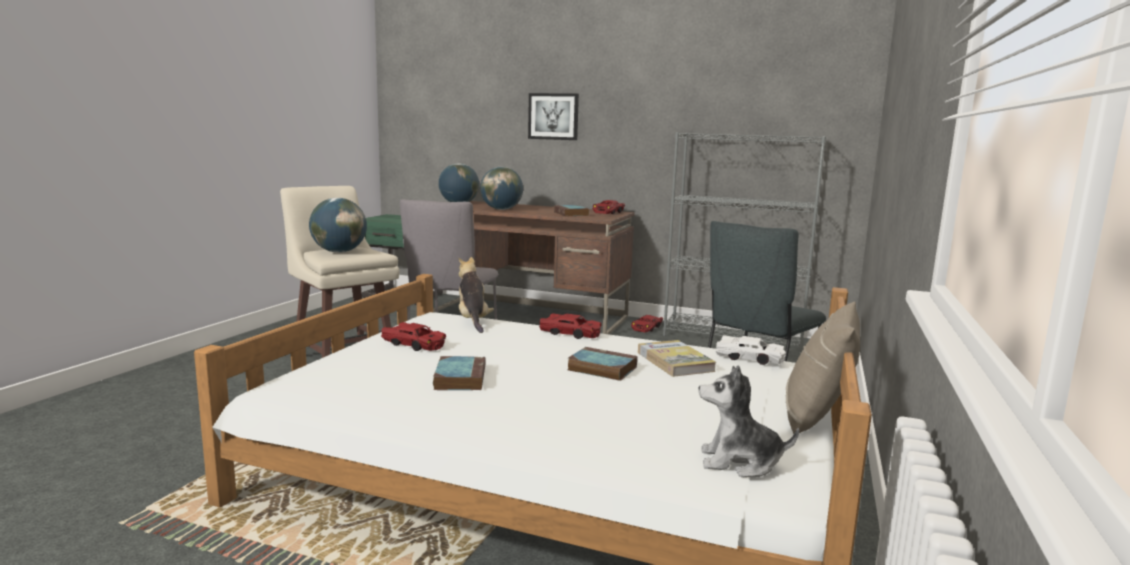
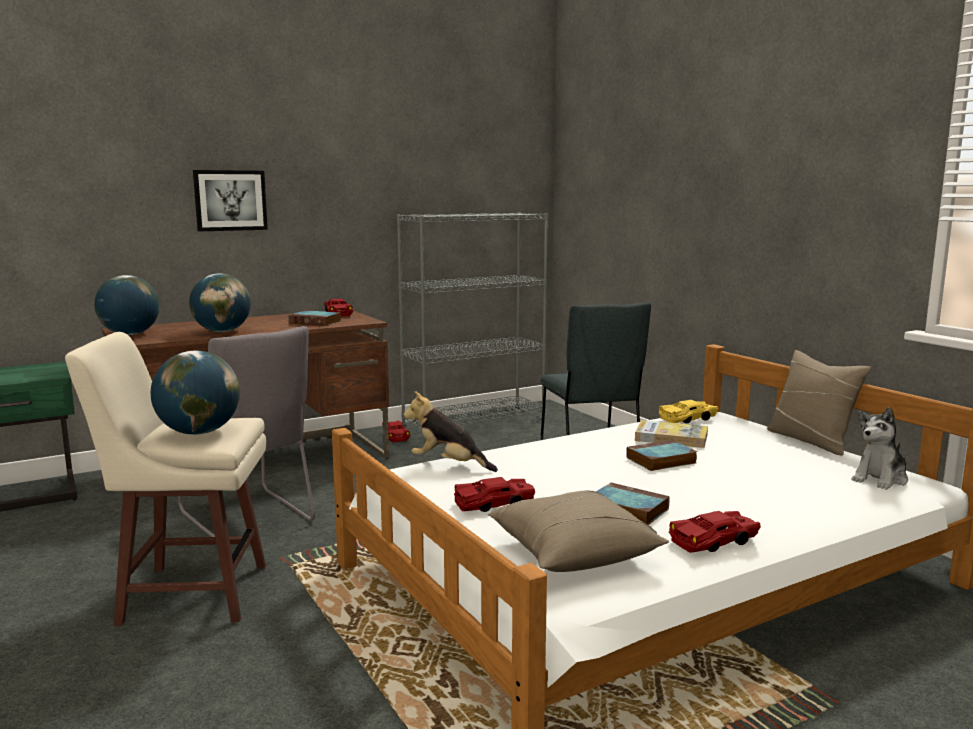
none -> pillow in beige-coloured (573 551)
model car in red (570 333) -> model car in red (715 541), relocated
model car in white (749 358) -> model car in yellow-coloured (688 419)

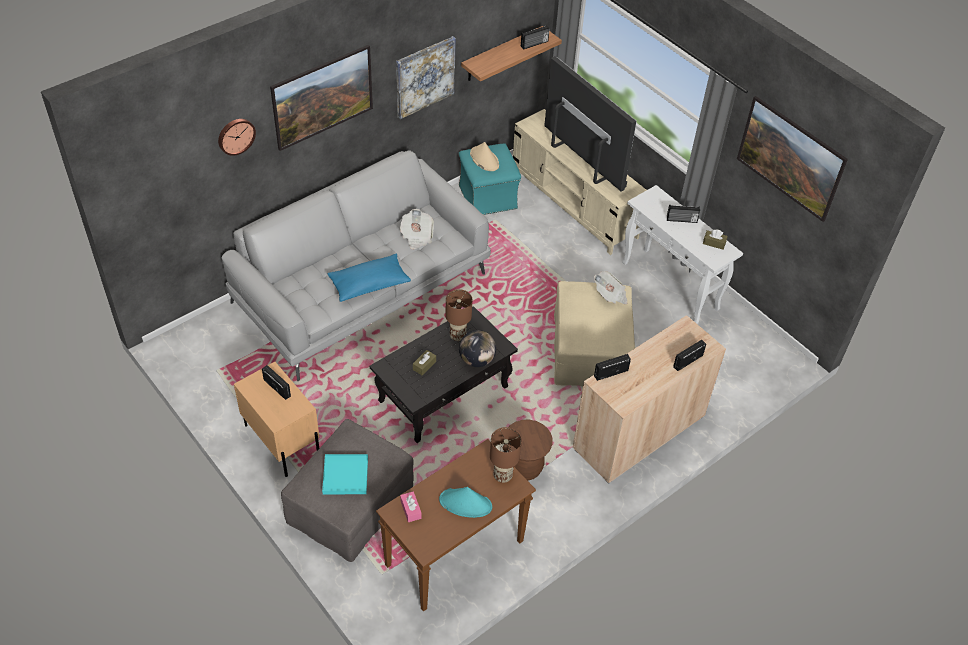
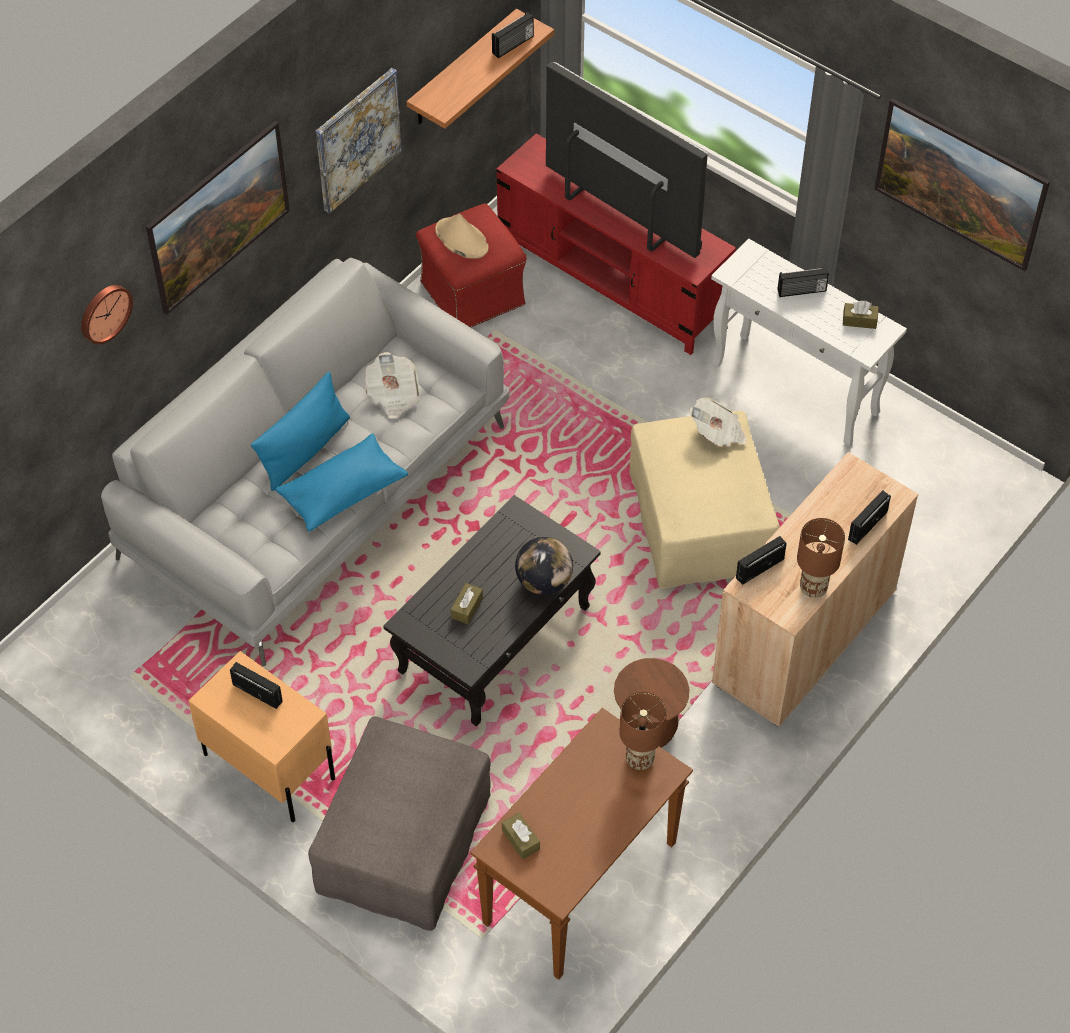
carrying tray in turquoise (345 475) -> none
hat in turquoise (466 503) -> none
none -> pillow in blue-coloured (305 450)
tabletop lamp in brown (457 336) -> tabletop lamp in brown (813 589), relocated
box of tissues in pinkish (410 509) -> box of tissues in brown (520 839)
ottoman in turquoise (487 196) -> ottoman in red (472 293)
media console in beige-coloured (573 204) -> media console in red (612 278)

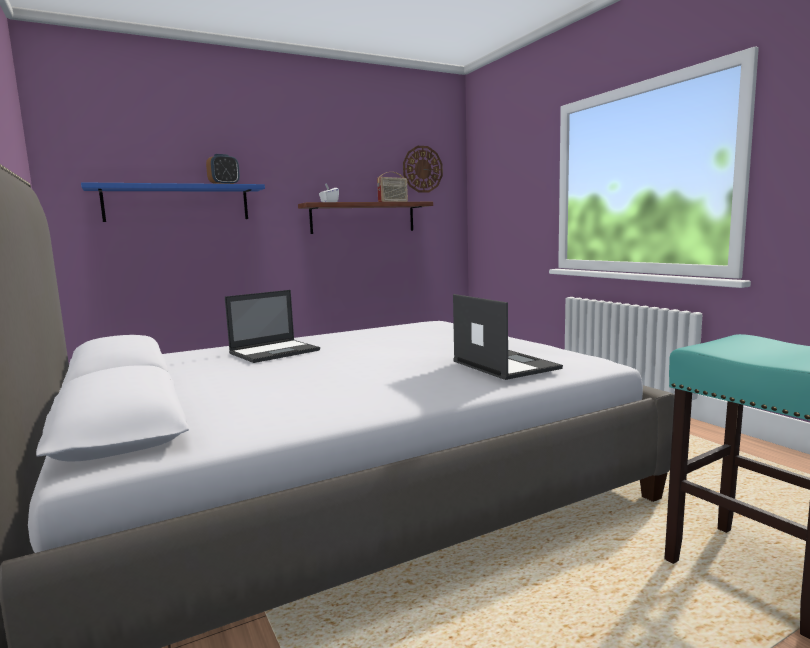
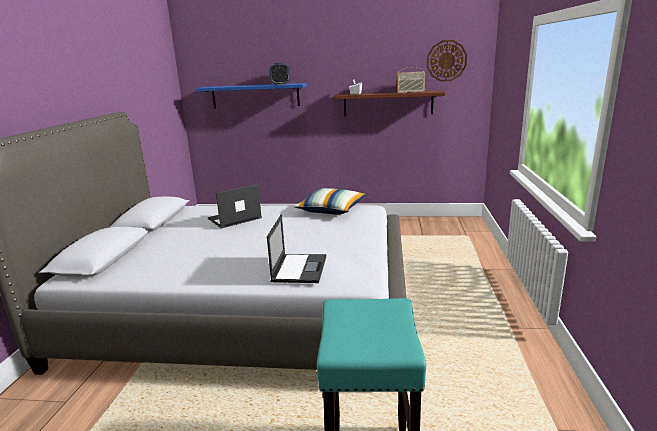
none -> pillow (331 210)
laptop (275 351) -> laptop (234 218), 150 degrees clockwise

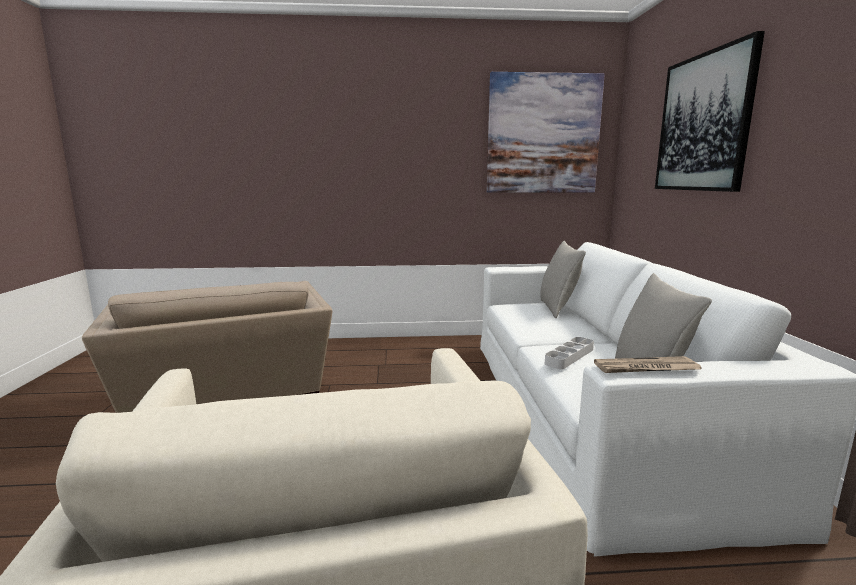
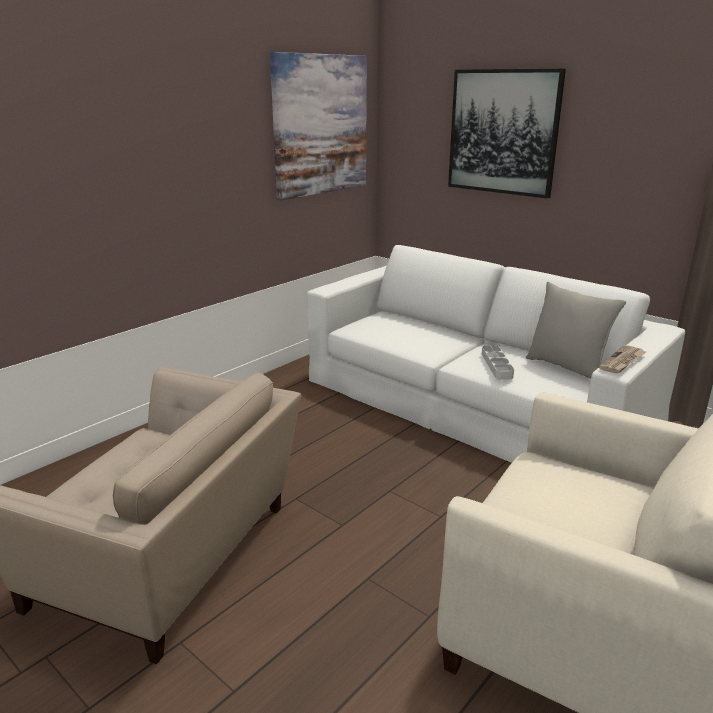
pillow in greyish (558 309) -> none

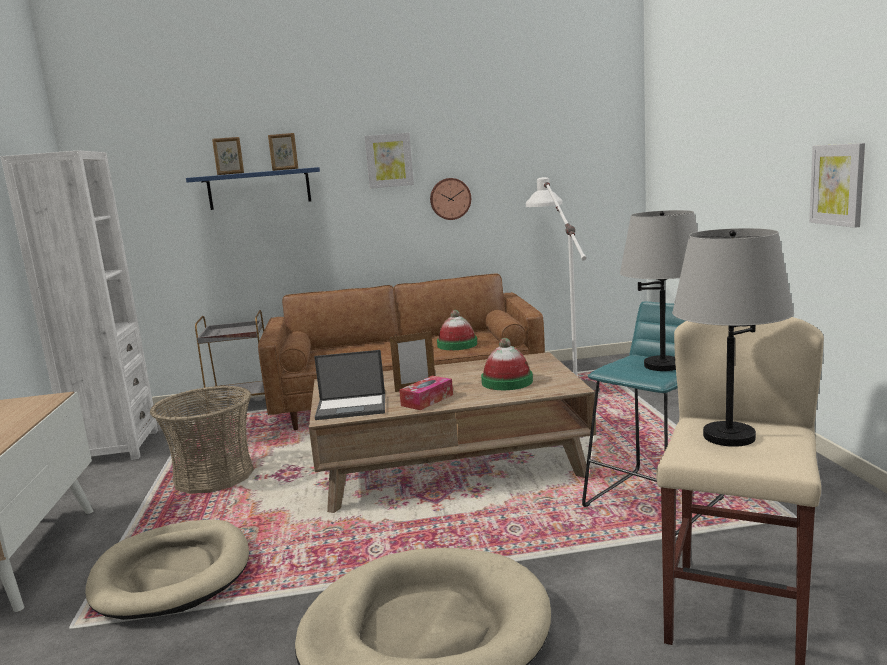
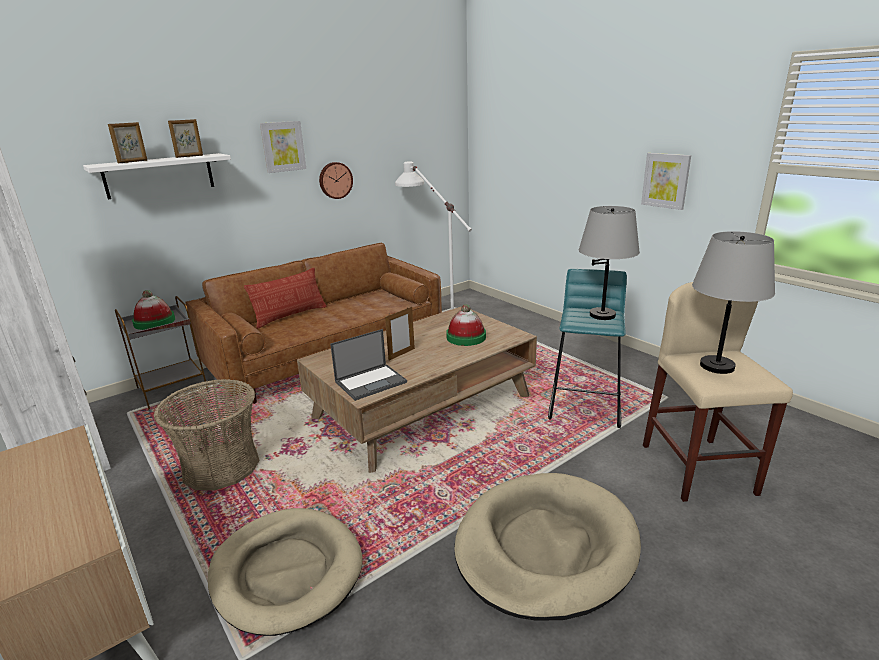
box of tissues (427 400) -> none
none -> pillow (290 316)
hat (457 344) -> hat (154 322), relocated
shelf in blue-coloured (259 189) -> shelf in white (159 175)

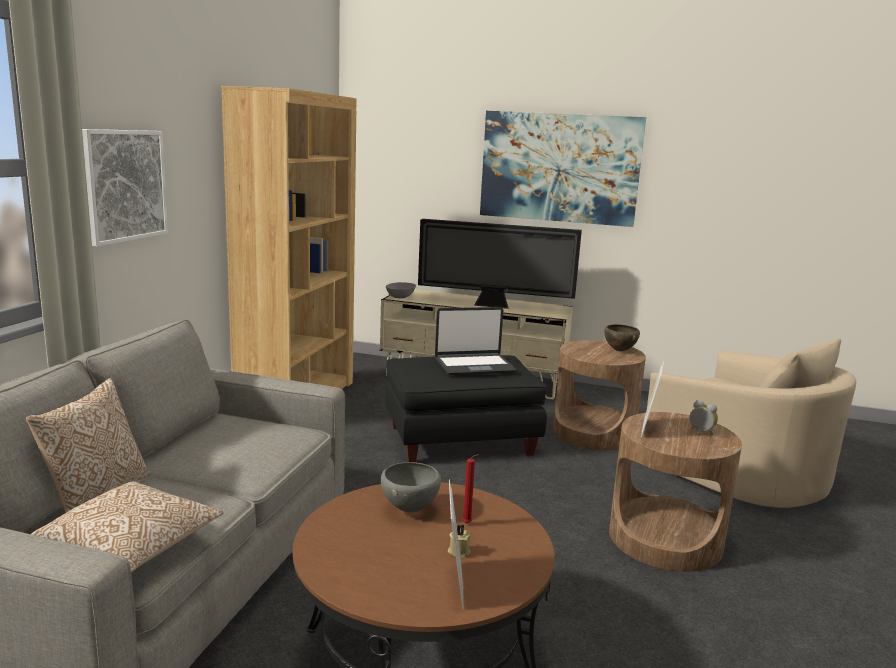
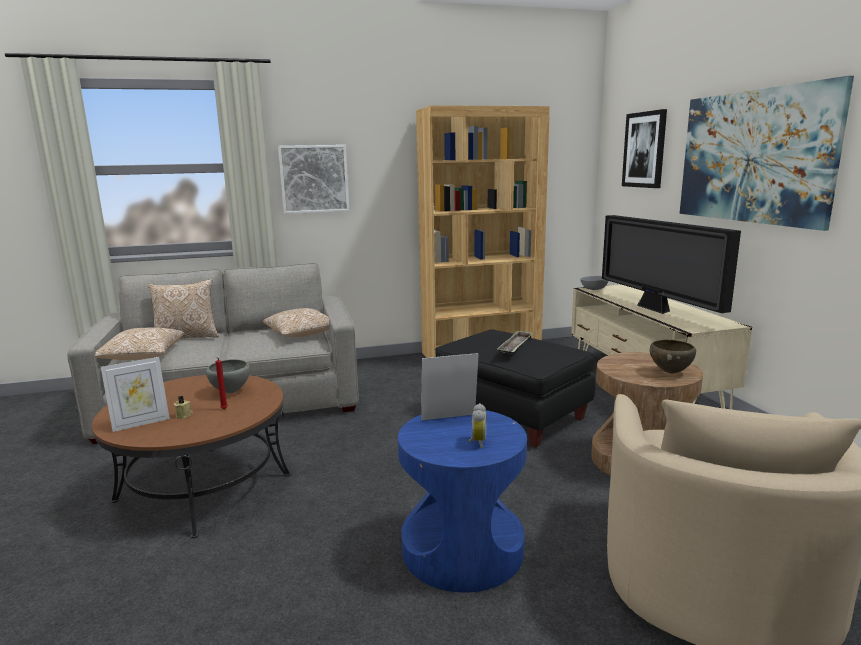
none -> pillow (302 334)
none -> wall art (644 150)
laptop (474 365) -> carrying tray (515 346)
end table in brown (664 539) -> end table in blue-coloured (462 549)

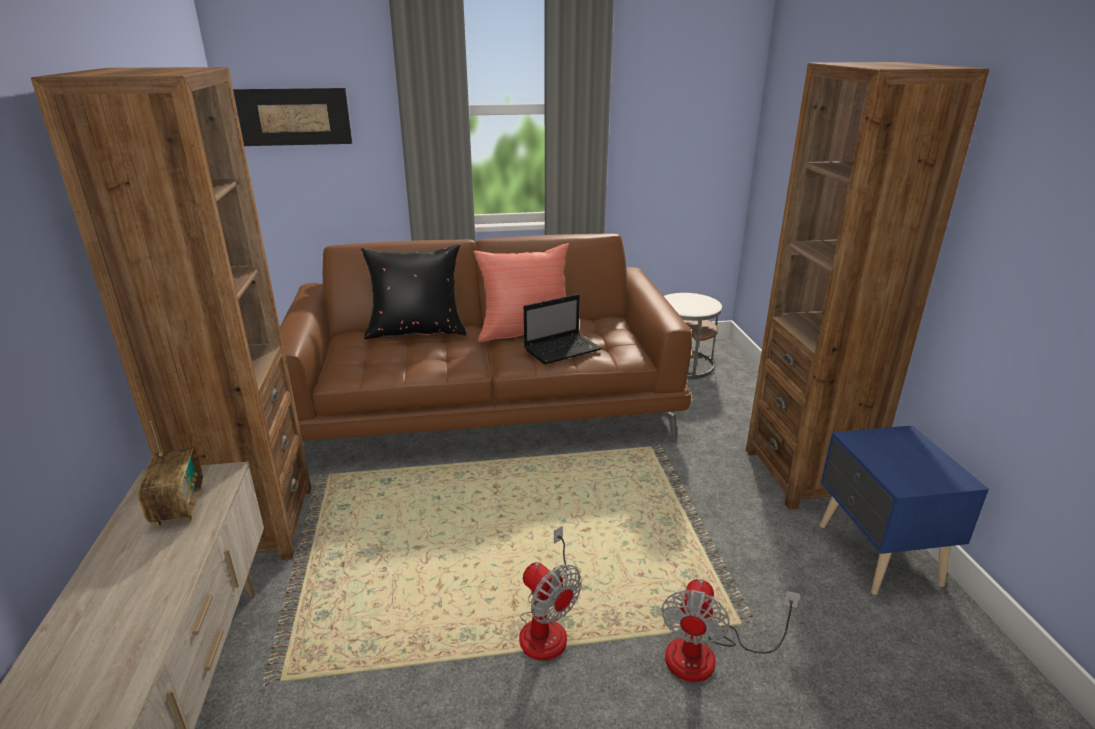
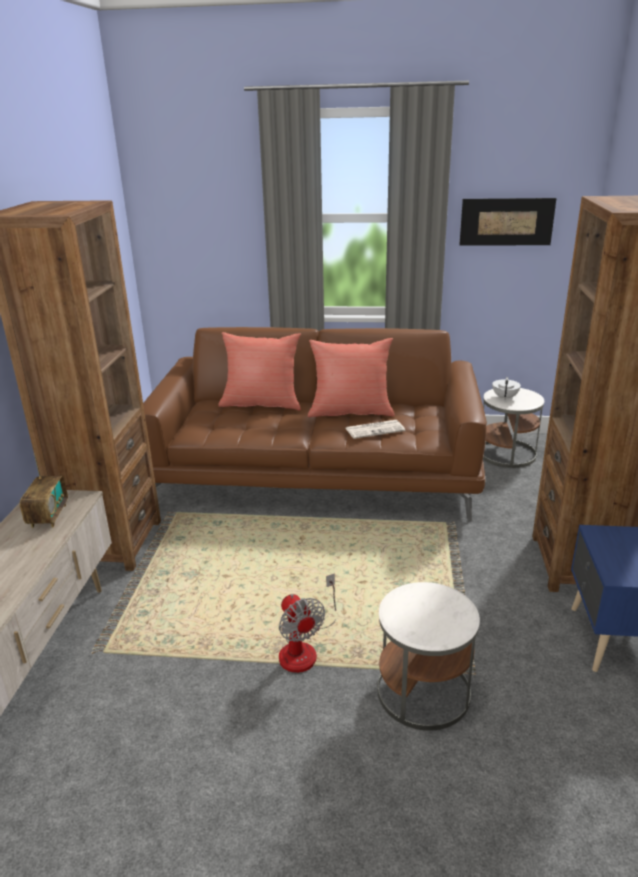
none -> tea pot in white (505 397)
wall art (294 117) -> wall art (506 222), relocated
laptop (563 349) -> newspaper (375 429)
electric fan (707 655) -> end table in white (424 692)
pillow in blackish (416 331) -> pillow in red (261 403)

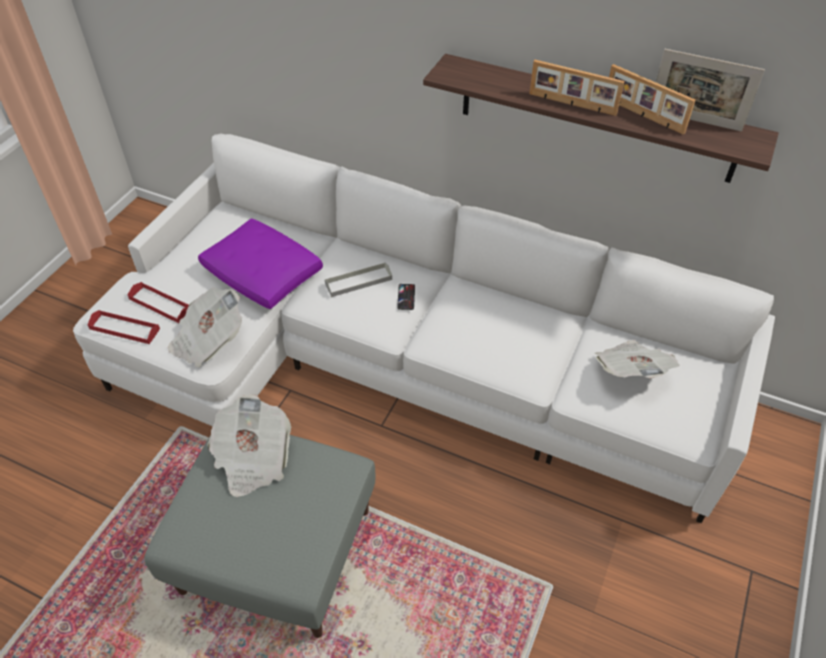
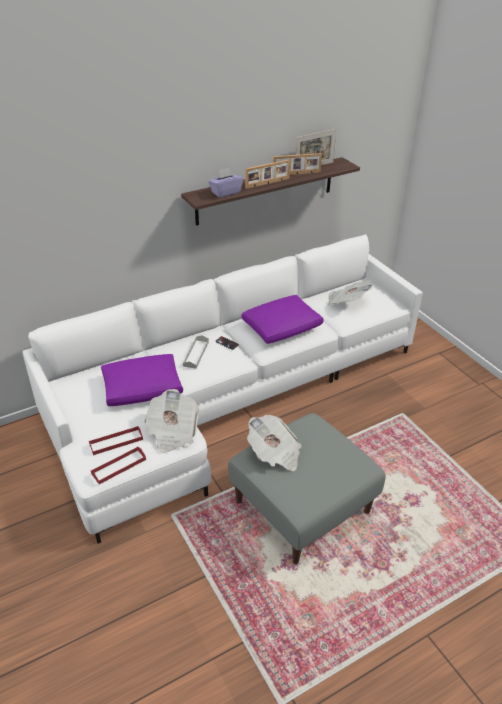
none -> box of tissues in purplish (225 192)
none -> pillow in purplish (282 327)

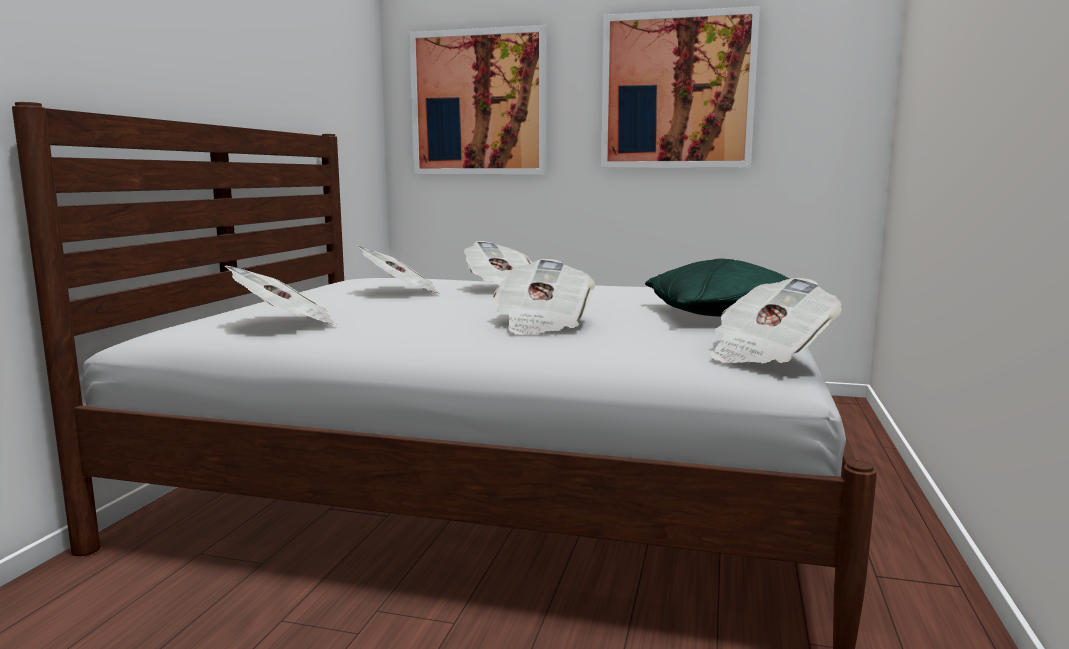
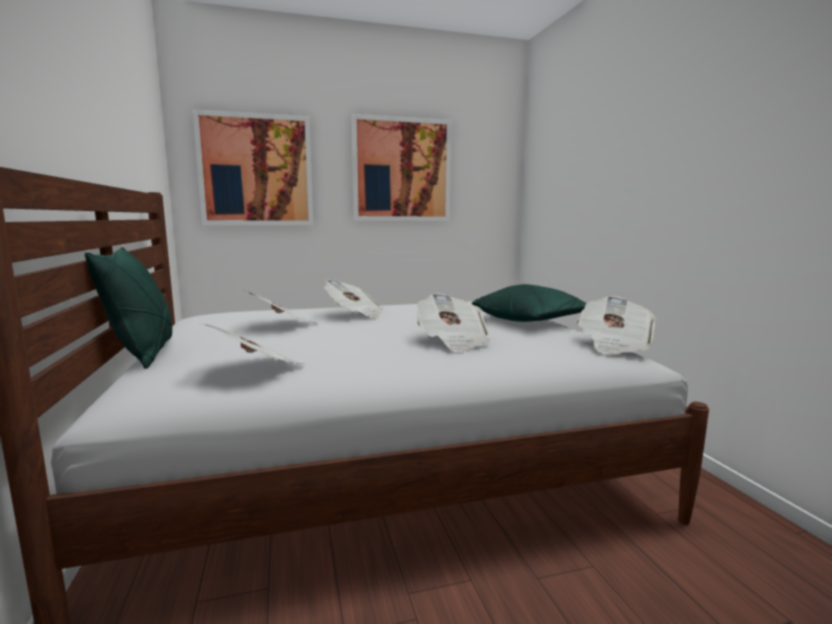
none -> pillow in greenish (144 353)

